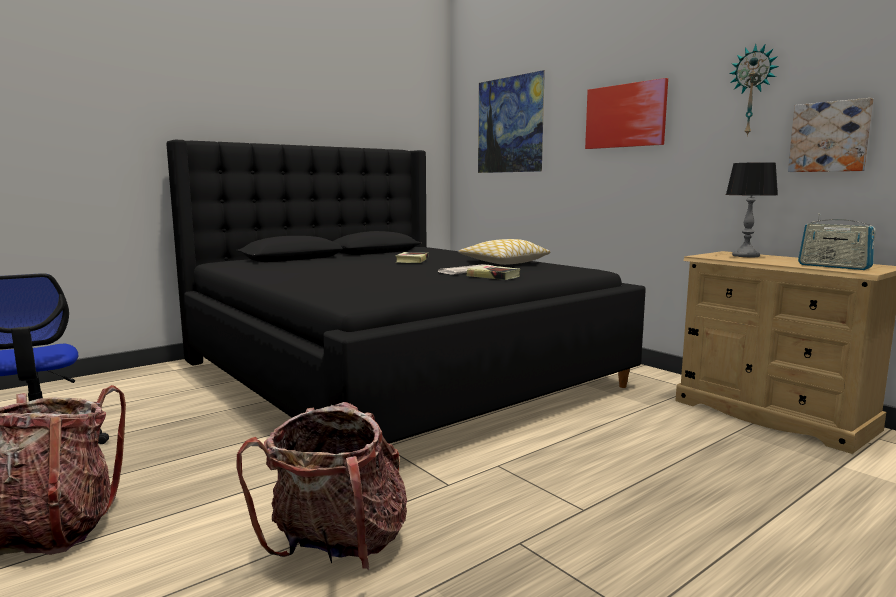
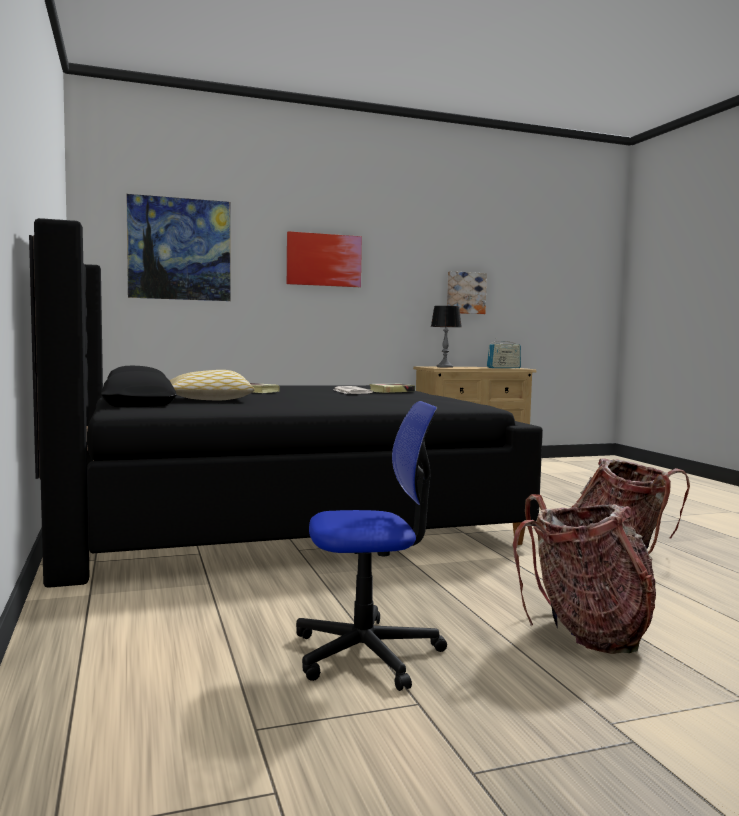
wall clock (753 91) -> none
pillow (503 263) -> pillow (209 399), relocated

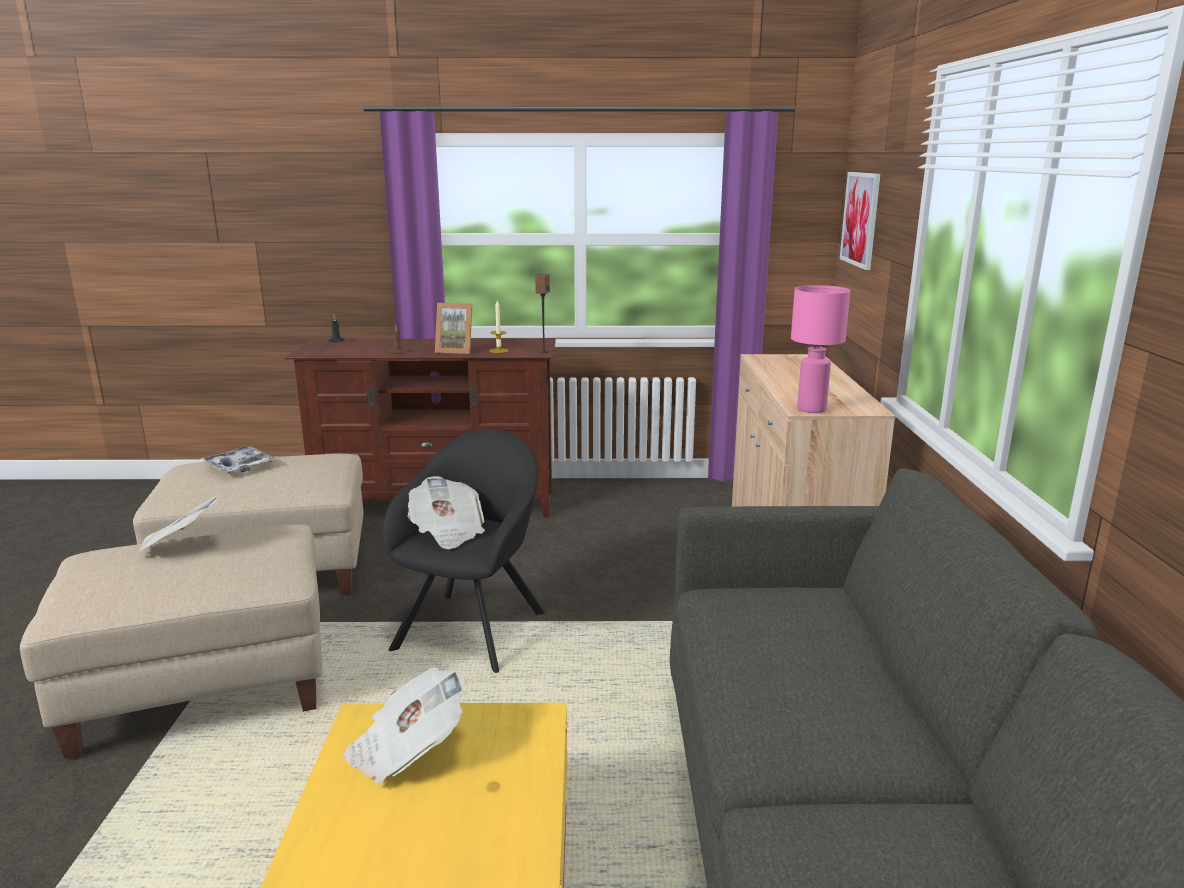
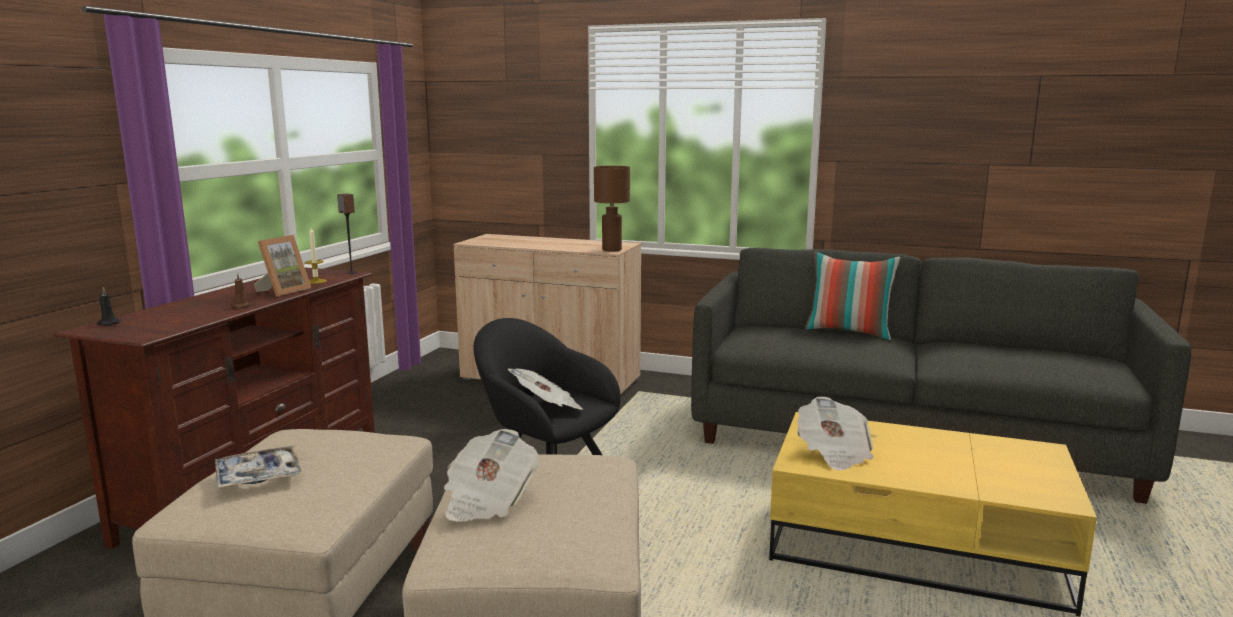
wall art (860 219) -> none
none -> pillow (849 332)
tabletop lamp in pinkish (812 409) -> tabletop lamp in brown (612 250)

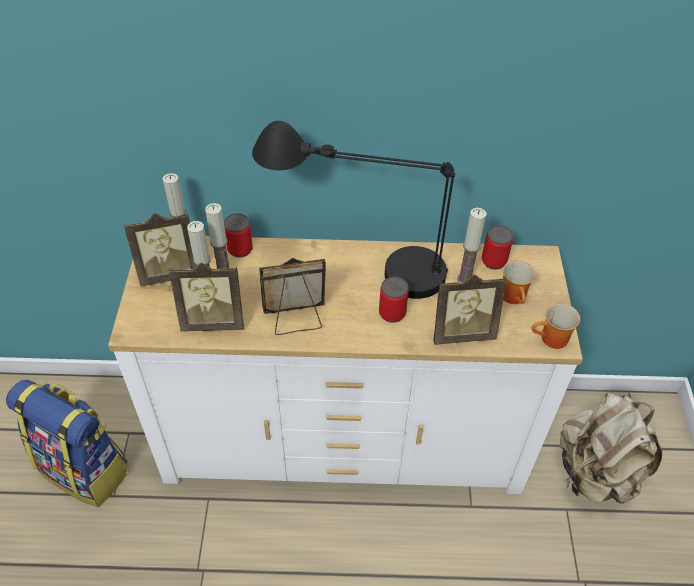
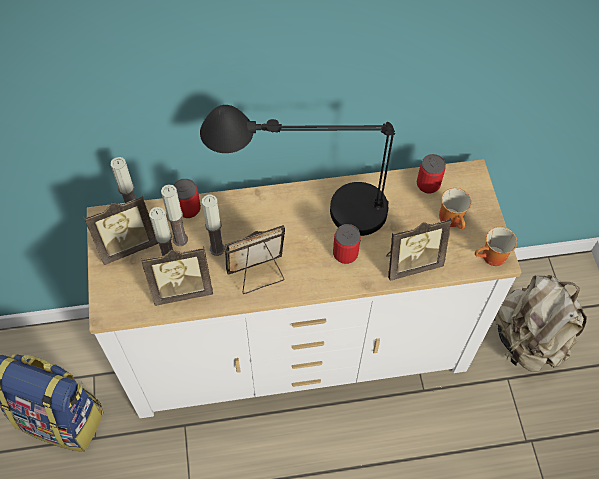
candle (464 279) -> candle (217 249), relocated

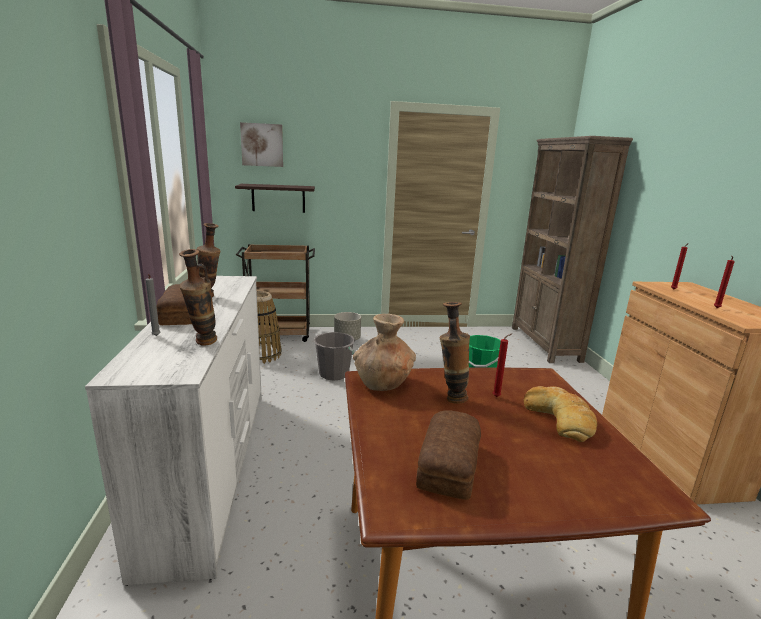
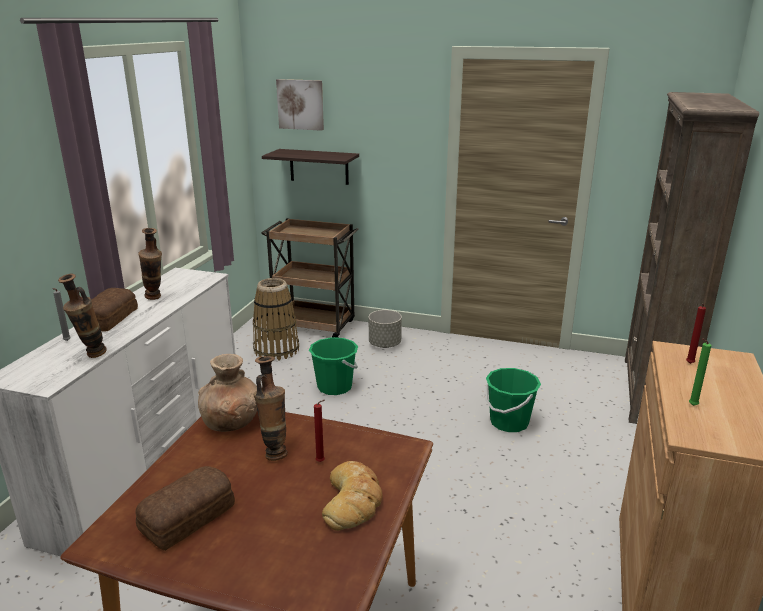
water bucket in greyish (334 374) -> water bucket in greenish (335 387)
candle in red (716 308) -> candle in greenish (691 406)

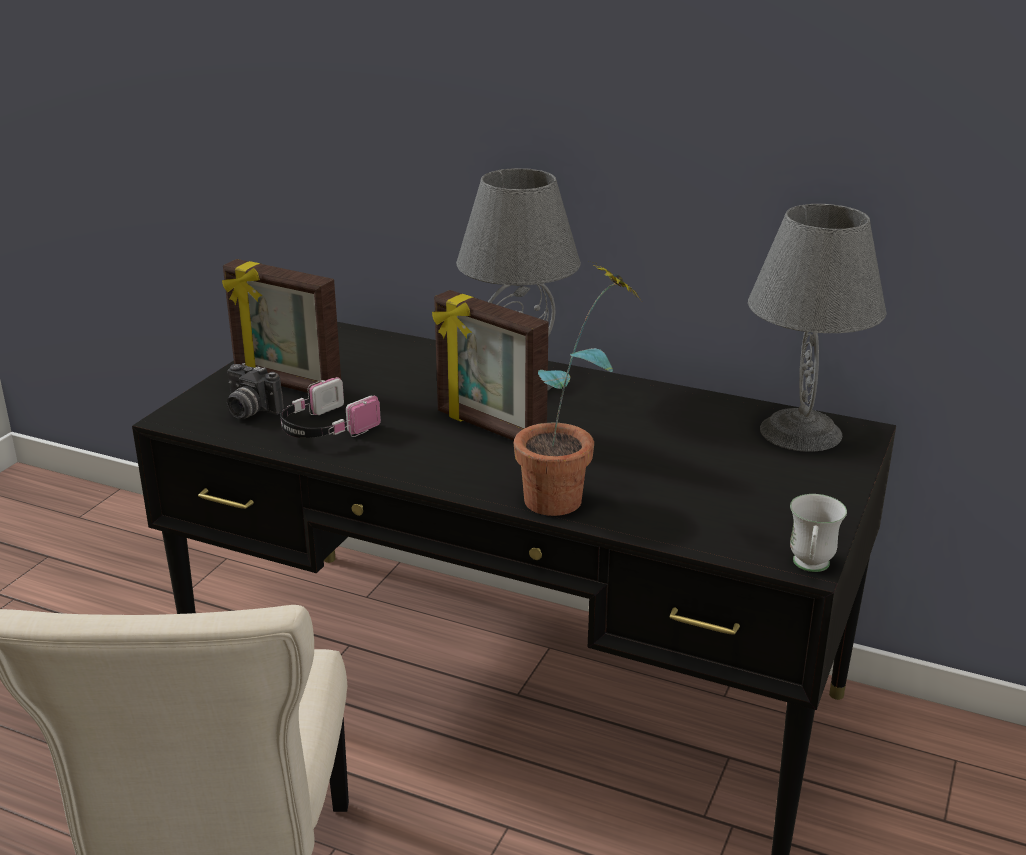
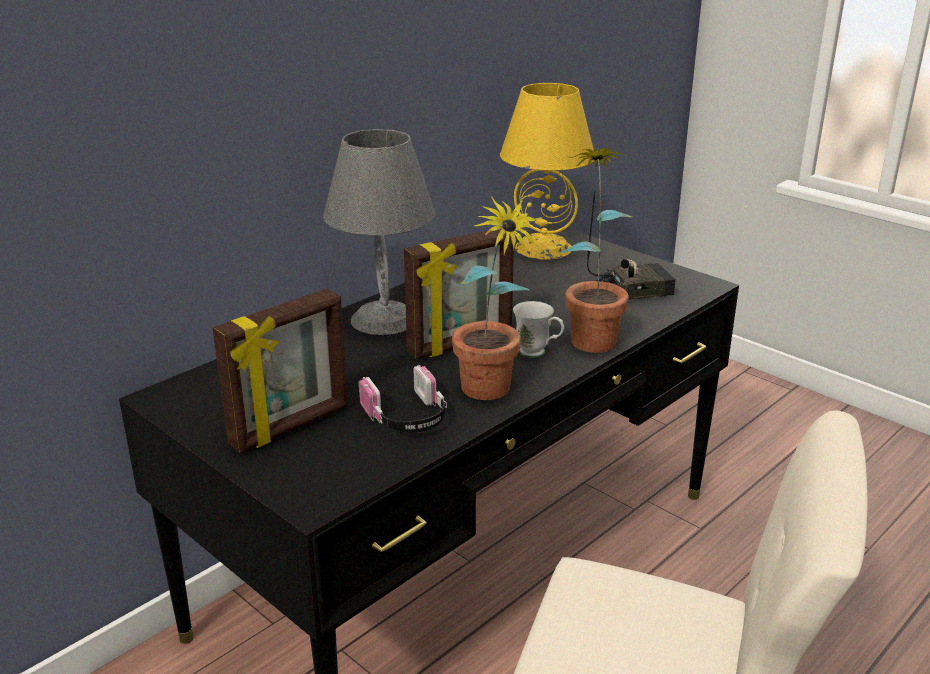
still camera (249 411) -> none
none -> houseplant (490 395)
none -> radio receiver (634 288)
tea mug in white (810 568) -> tea mug in white (538 353), relocated
tabletop lamp in greyish (801 432) -> tabletop lamp in yellow-coloured (544 248)

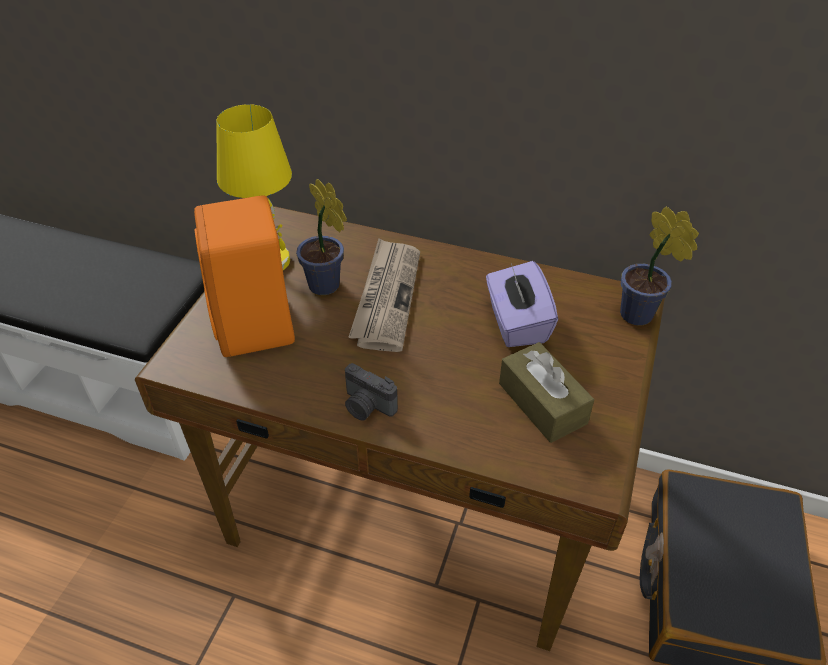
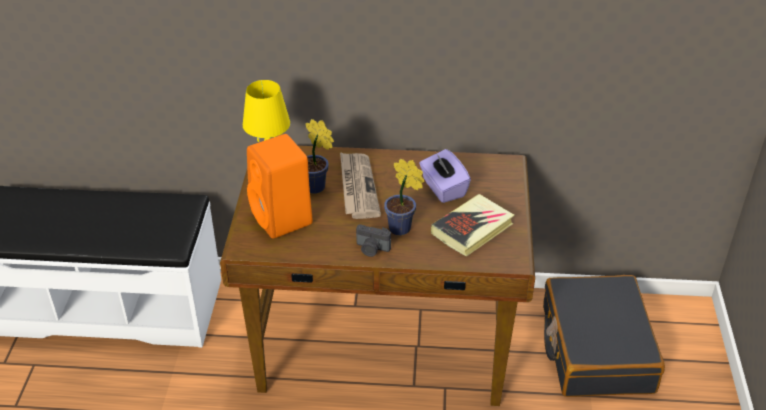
houseplant (640 317) -> houseplant (402 229), relocated
box of tissues in brown (542 403) -> volume (472 229)

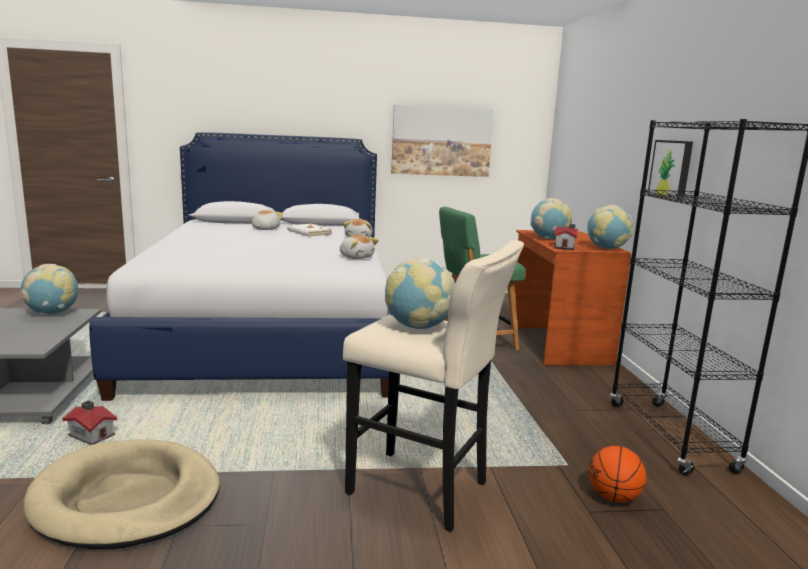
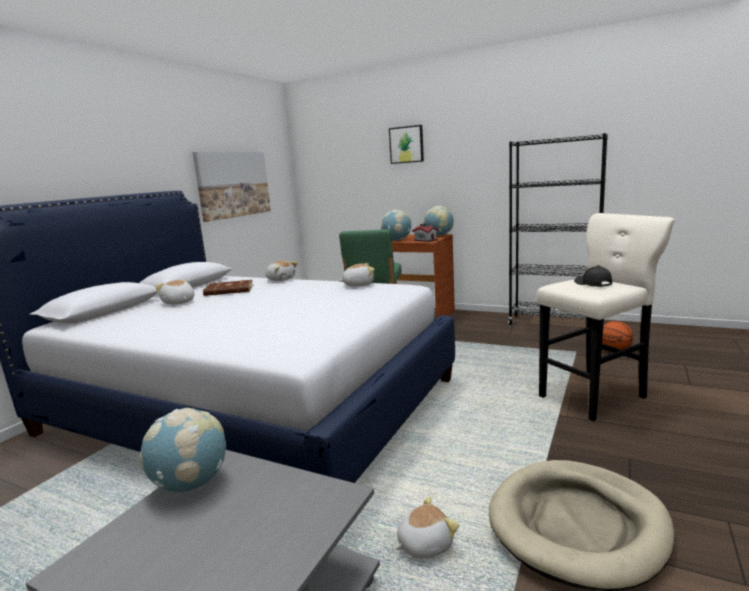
wall art (671 170) -> wall art (406 144), relocated
model house (92 435) -> plush toy (424 544)
world globe (418 327) -> baseball cap in blackish (592 284)
volume in white (309 232) -> volume in brown (229 290)

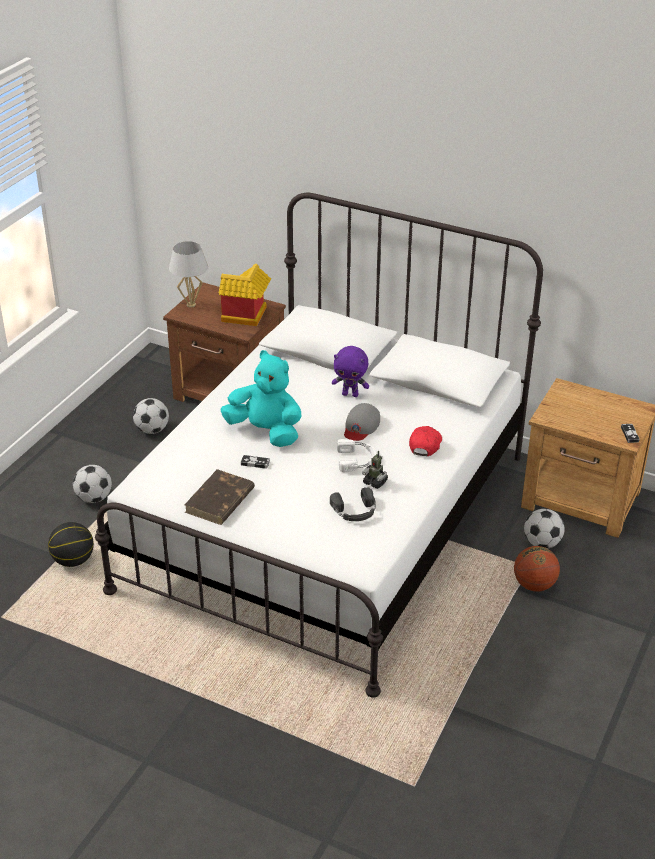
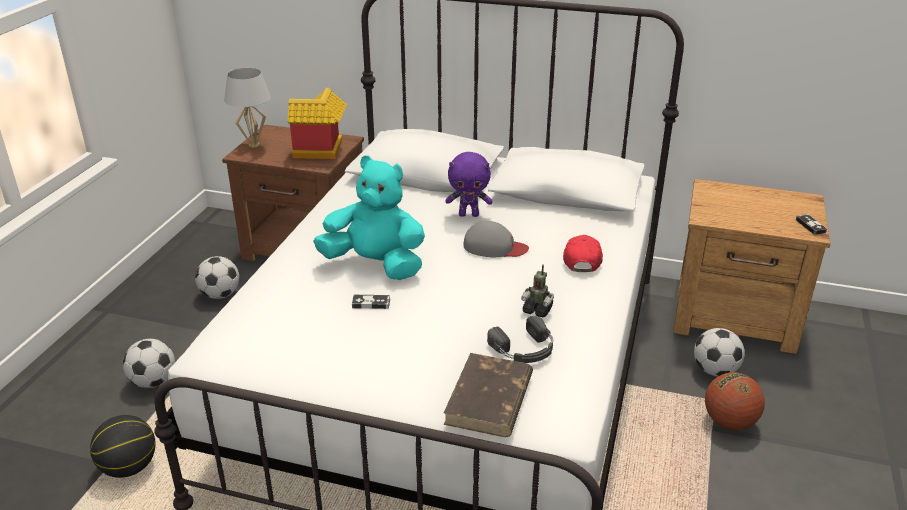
headset in white (356 459) -> none
volume in brown (219 501) -> volume in brown (489 400), relocated
baseball cap in greyish (361 426) -> baseball cap in greyish (494 247), 90 degrees counterclockwise

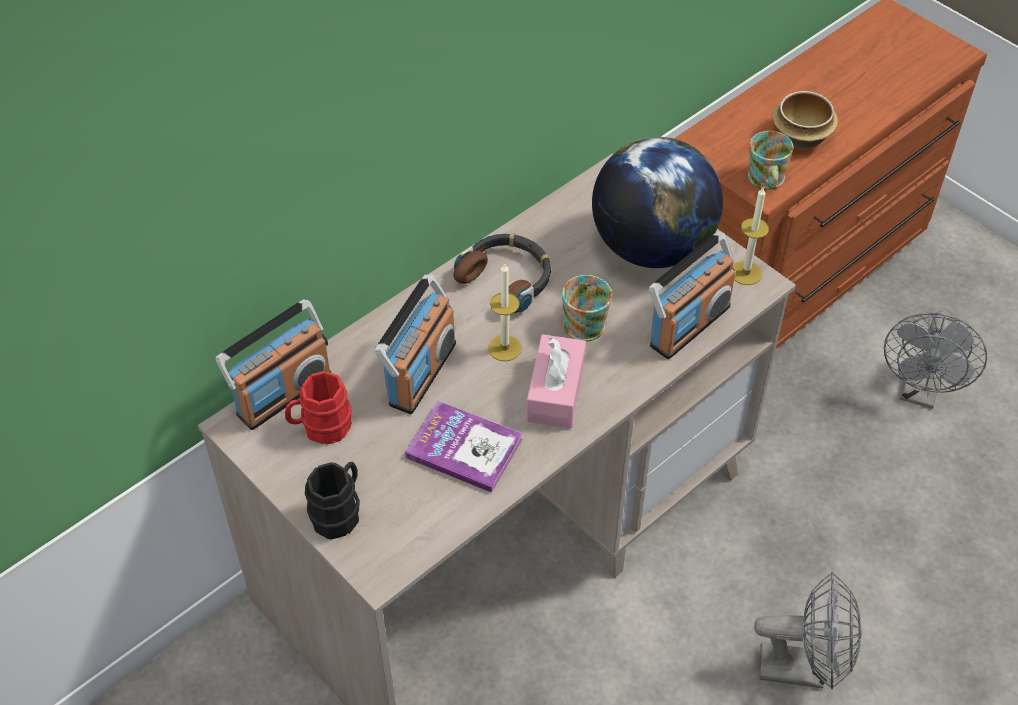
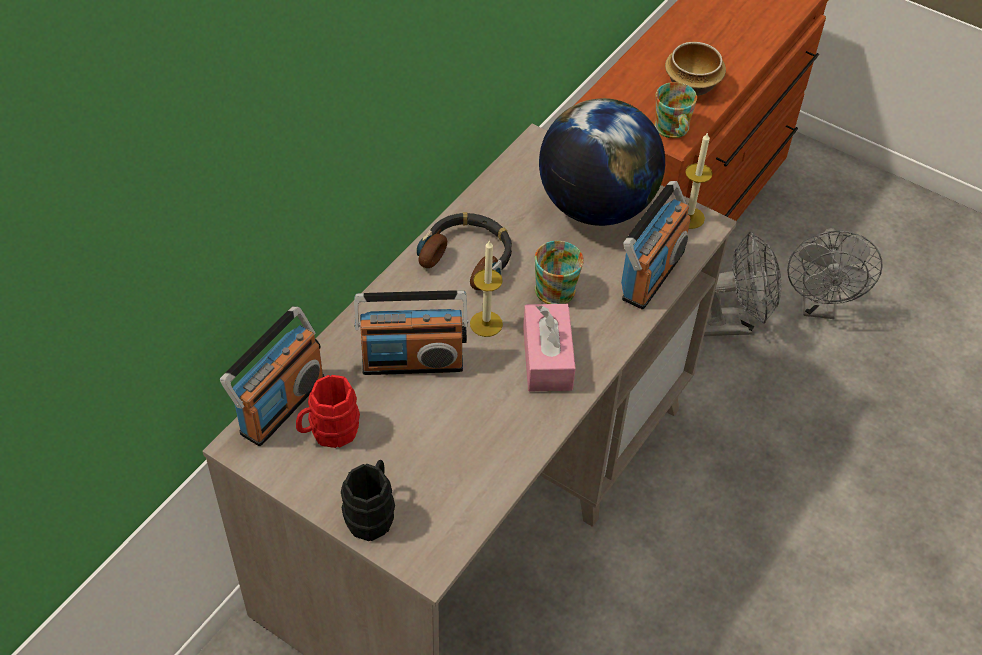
volume (464 448) -> none
electric fan in greyish (803 668) -> electric fan in greyish (732 323), relocated
radio receiver (421 373) -> radio receiver (412 361), 75 degrees clockwise

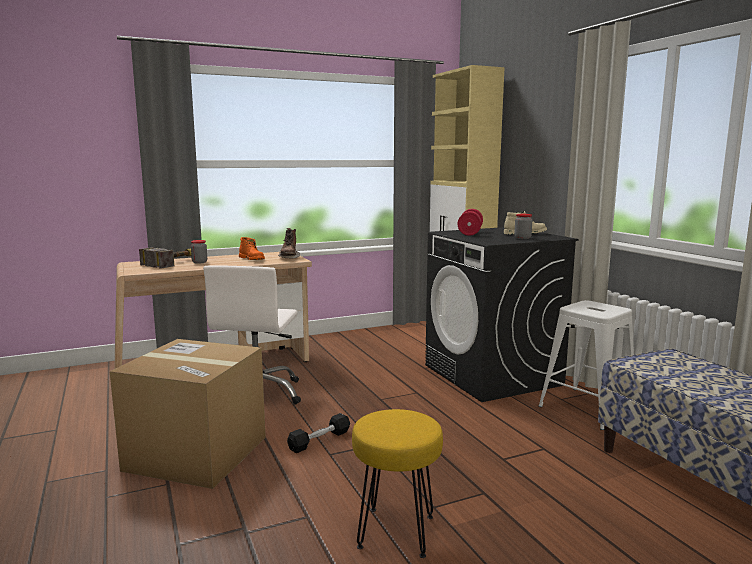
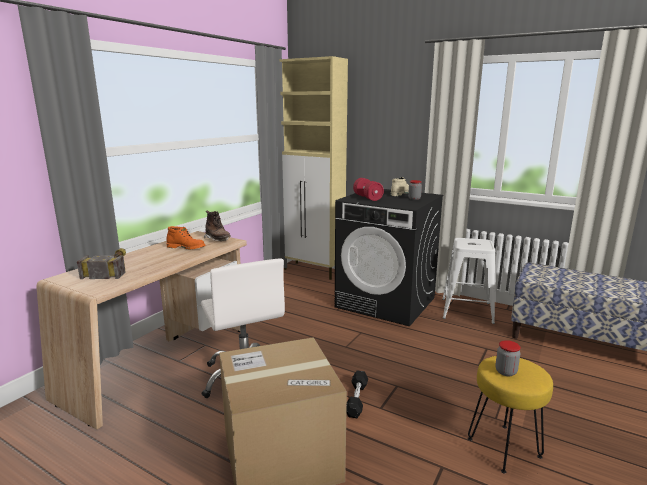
storage jar (199 262) -> storage jar (506 371), relocated

